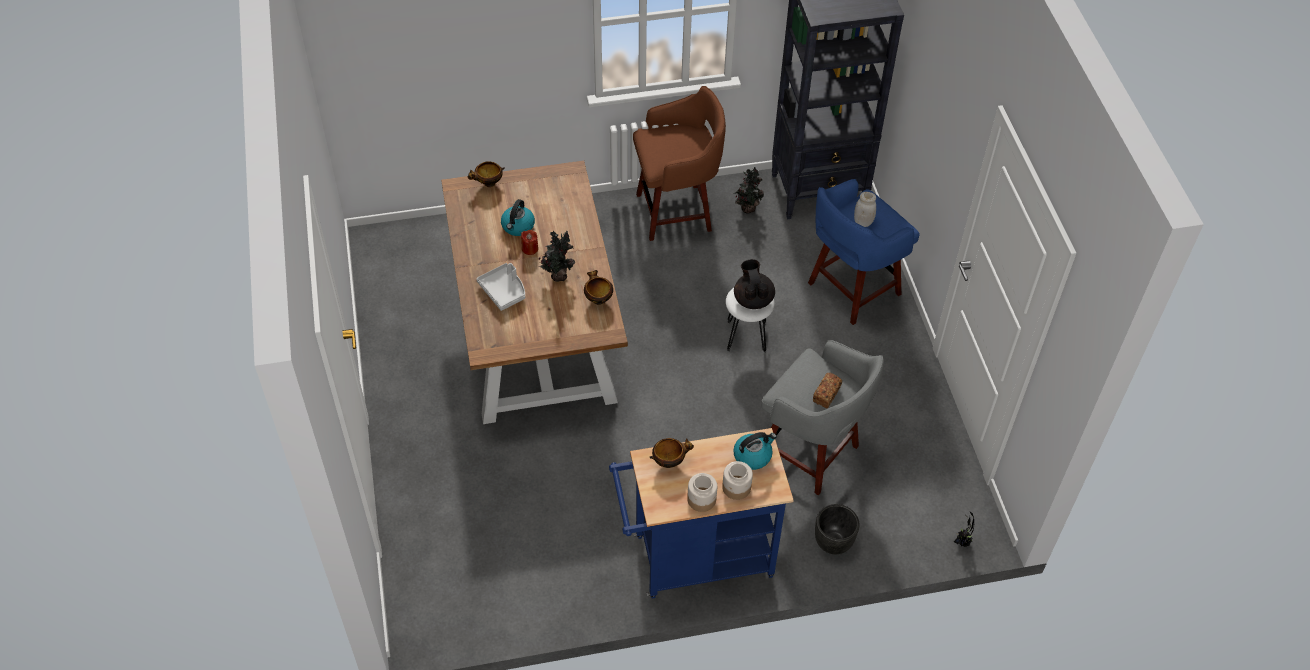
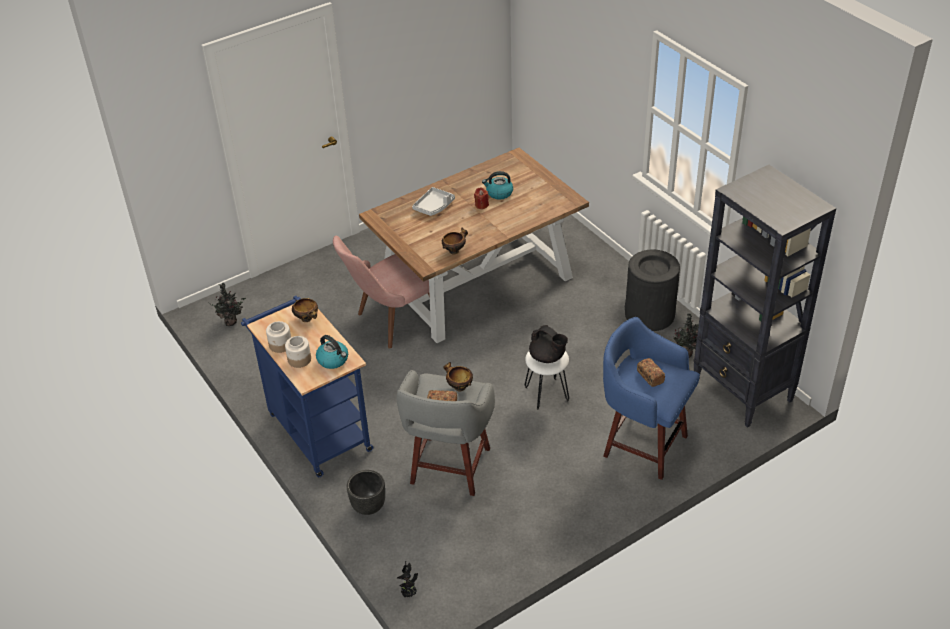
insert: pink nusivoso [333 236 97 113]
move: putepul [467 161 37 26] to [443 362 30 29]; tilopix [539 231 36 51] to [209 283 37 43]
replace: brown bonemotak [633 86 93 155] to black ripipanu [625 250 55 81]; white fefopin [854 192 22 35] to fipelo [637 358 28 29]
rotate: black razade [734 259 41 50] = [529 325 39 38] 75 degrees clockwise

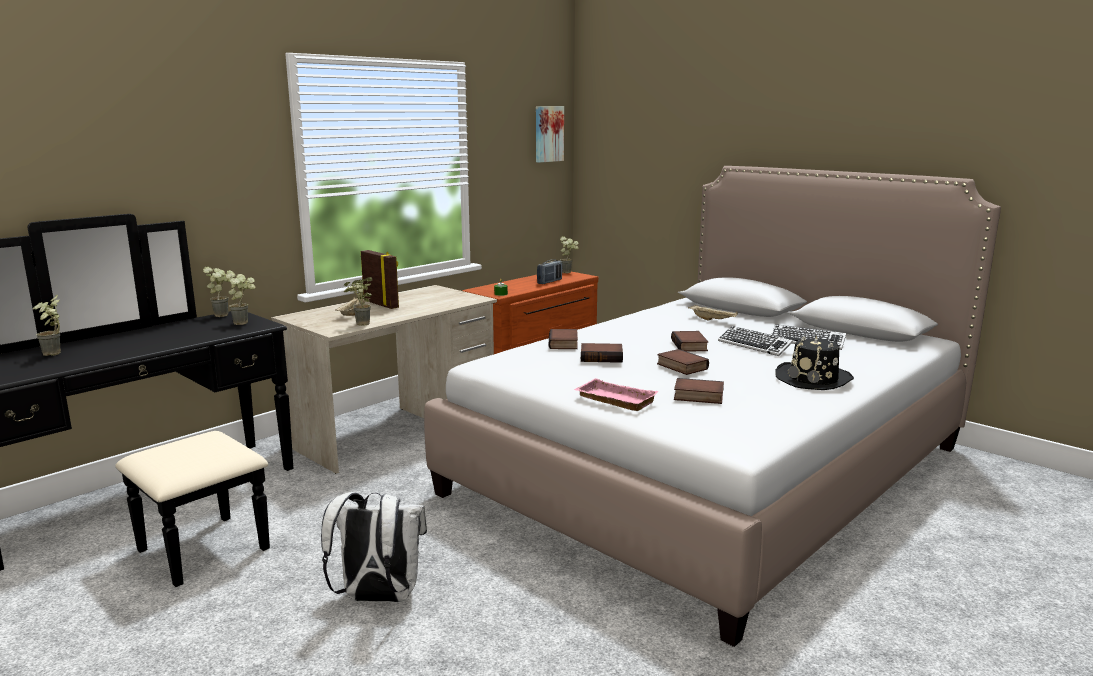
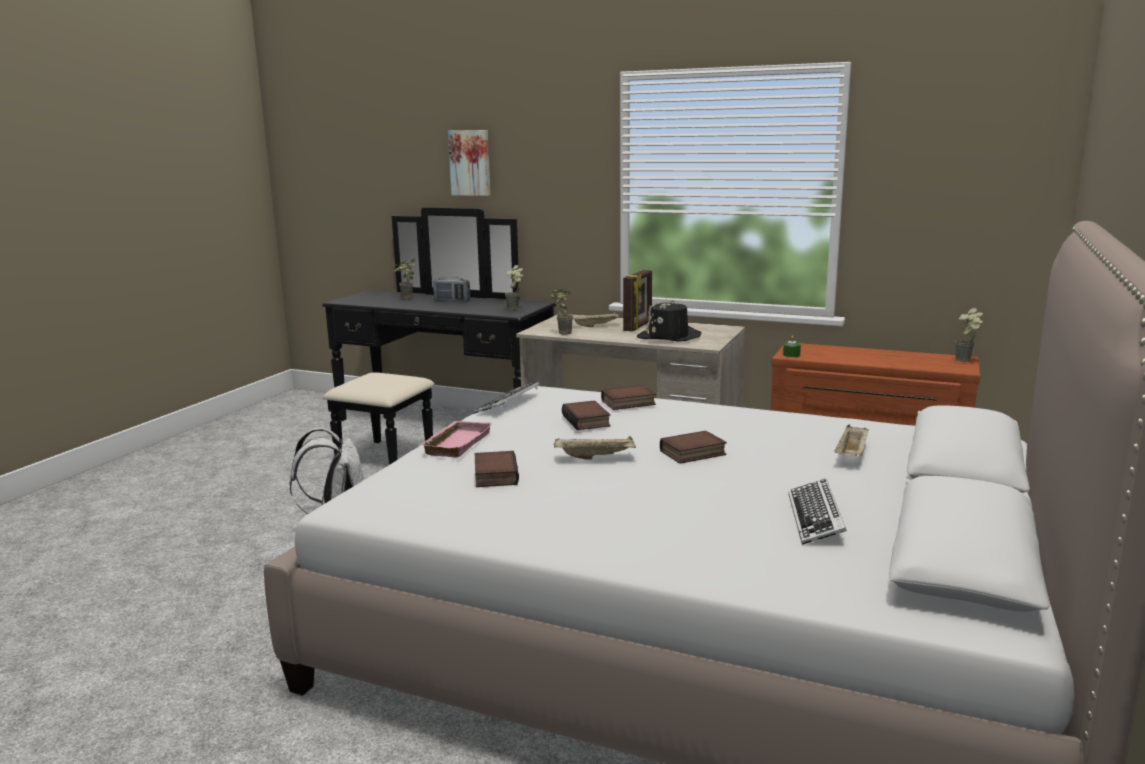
delete: tilopix [203 267 31 50]
move: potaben [536 106 28 57] to [448 130 43 66]; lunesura [537 259 25 25] to [433 277 37 25]; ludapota [718 326 75 30] to [473 382 67 32]; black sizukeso [775 336 79 54] to [637 298 64 44]
replace: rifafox [657 349 52 26] to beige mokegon [554 436 82 24]

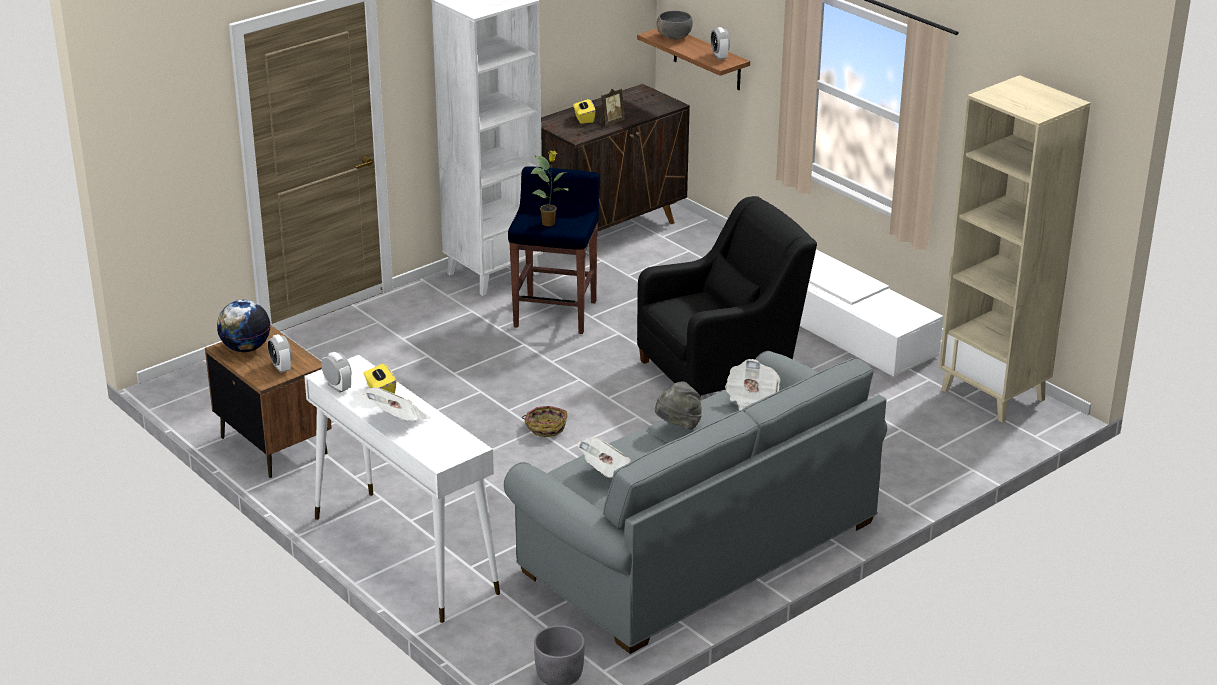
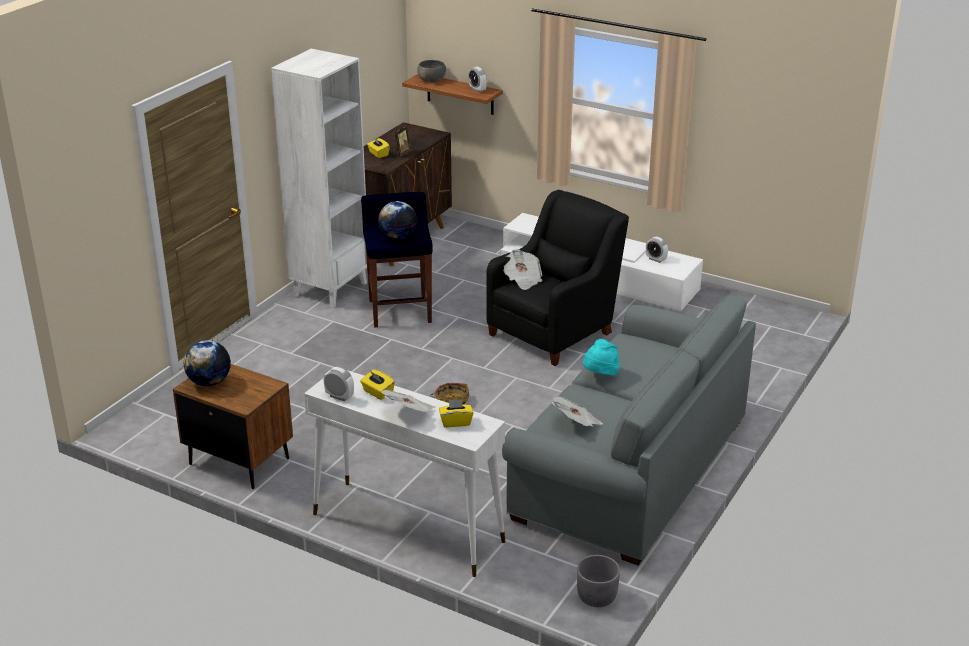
delete: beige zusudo [939 75 152 348]
insert: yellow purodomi [439 399 34 28]
move: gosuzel [267 334 25 39] to [646 237 22 26]; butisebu [725 359 55 52] to [504 249 38 41]
replace: tilopix [531 151 38 75] to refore [378 201 39 39]
recolor: grey sizukeso [655 381 47 49] to turquoise sizukeso [583 339 37 37]

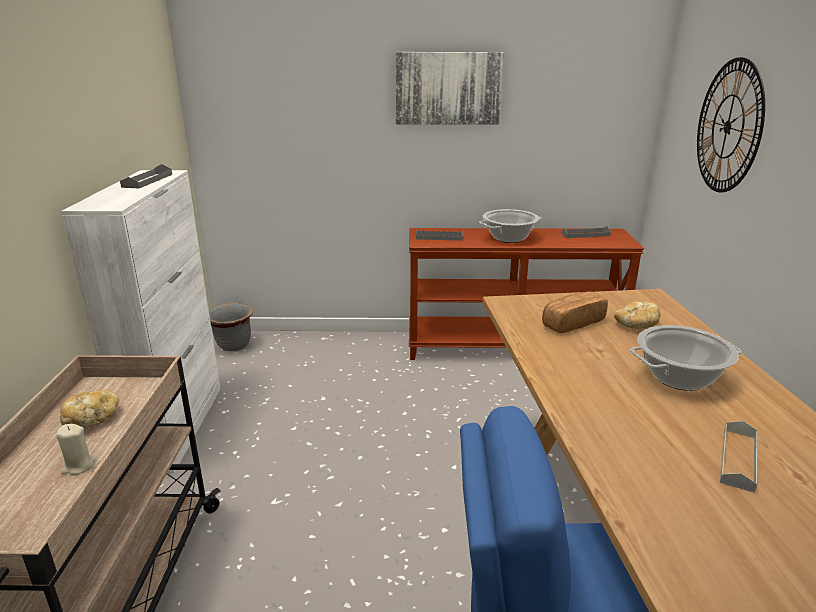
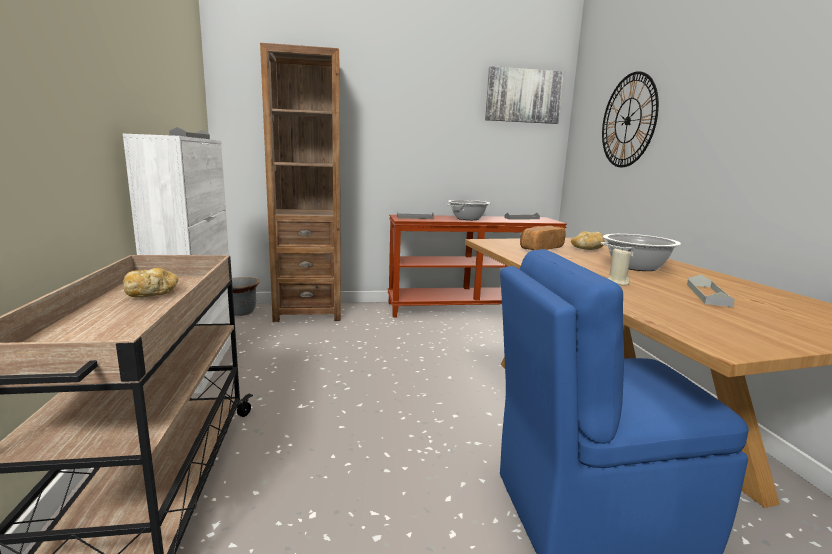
insert: brown zusudo [260 43 81 279]
move: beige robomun [56 424 39 51] to [608 247 23 38]; potaben [395 52 109 73] to [485 66 79 58]

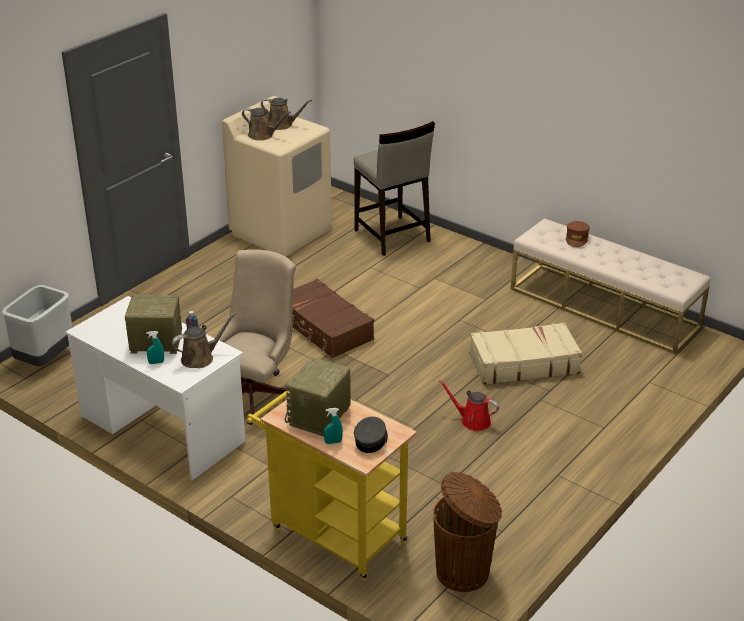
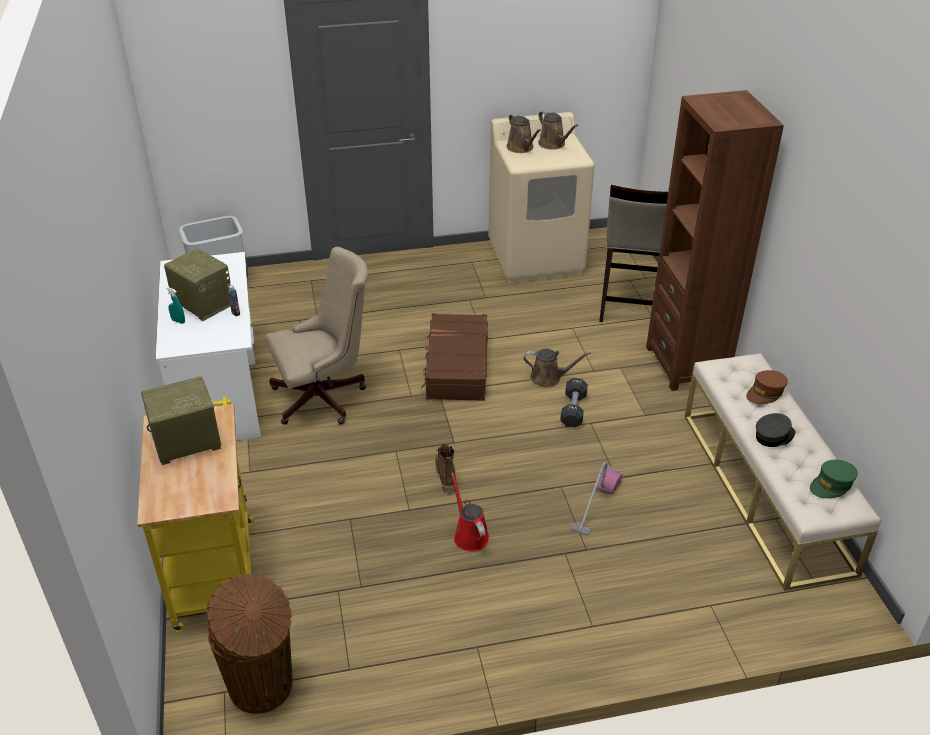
delete: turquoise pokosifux [324 408 19 36]
insert: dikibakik [435 444 22 50]; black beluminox [560 378 28 49]; brown zusudo [646 90 138 301]; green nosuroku [810 460 48 38]
move: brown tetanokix [172 313 64 55] to [524 349 67 39]; grey nosuroku [354 416 34 37] to [756 413 39 34]
replace: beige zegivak [470 323 112 62] to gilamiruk [571 462 52 74]

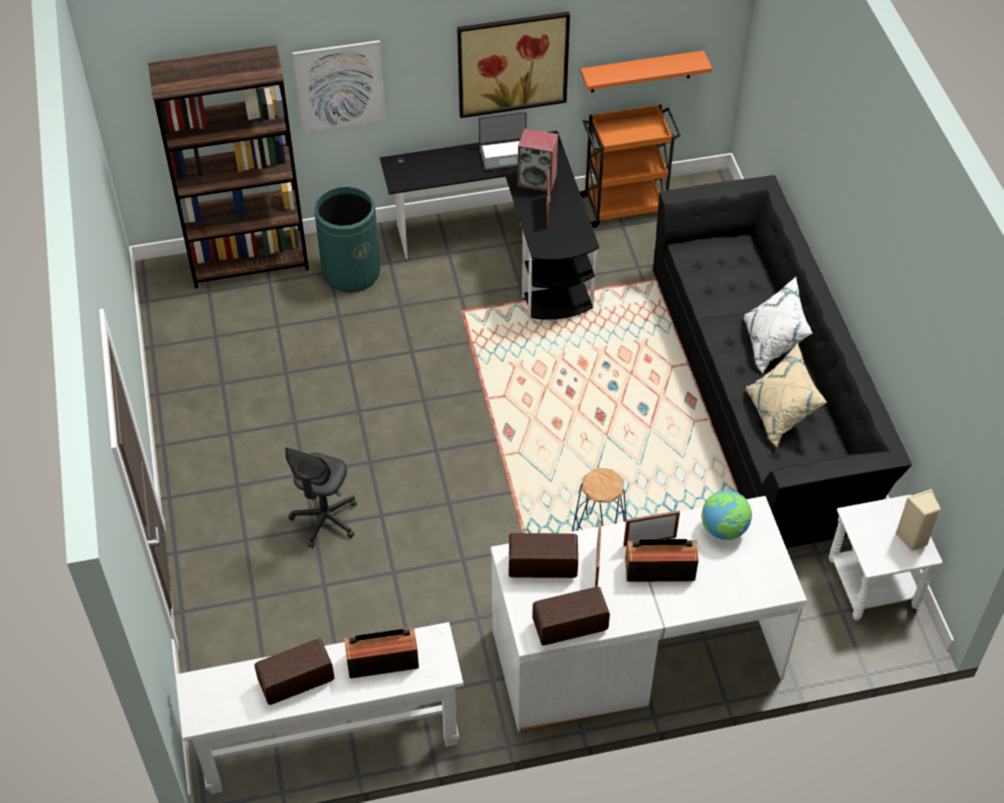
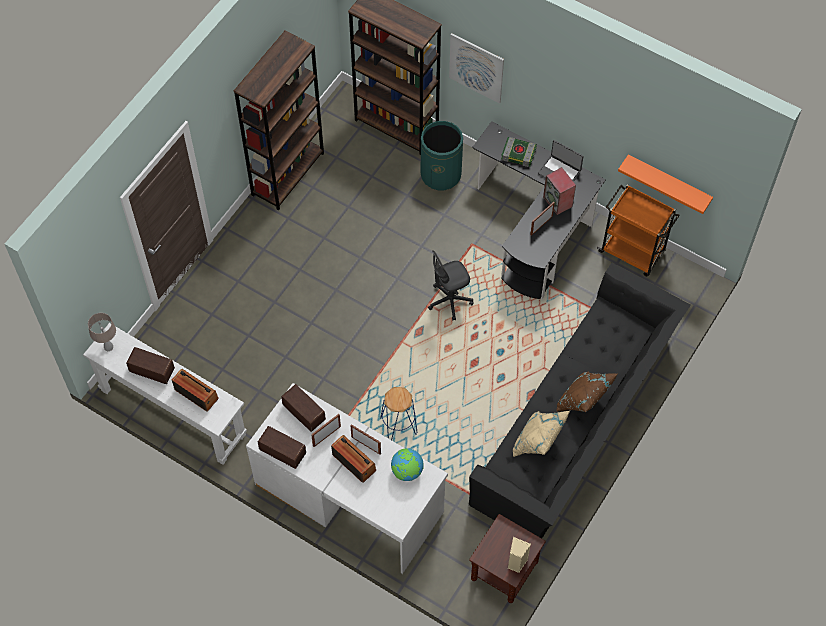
delete: potaben [457 11 113 107]
insert: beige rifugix [88 313 28 38]; brown zusudo [234 31 90 179]; rifafox [501 137 36 30]
move: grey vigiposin [285 447 72 101] to [428 250 46 70]
recolor: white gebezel [744 277 69 96] to brown gebezel [556 372 61 40]; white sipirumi [829 495 114 126] to brown sipirumi [469 514 77 89]

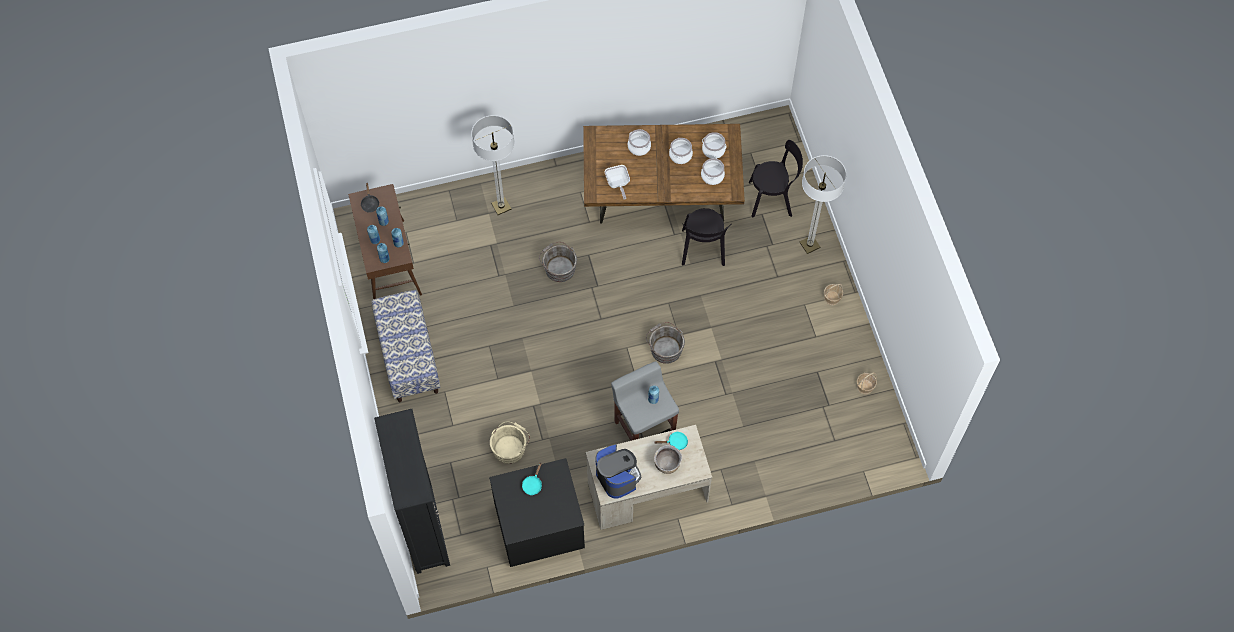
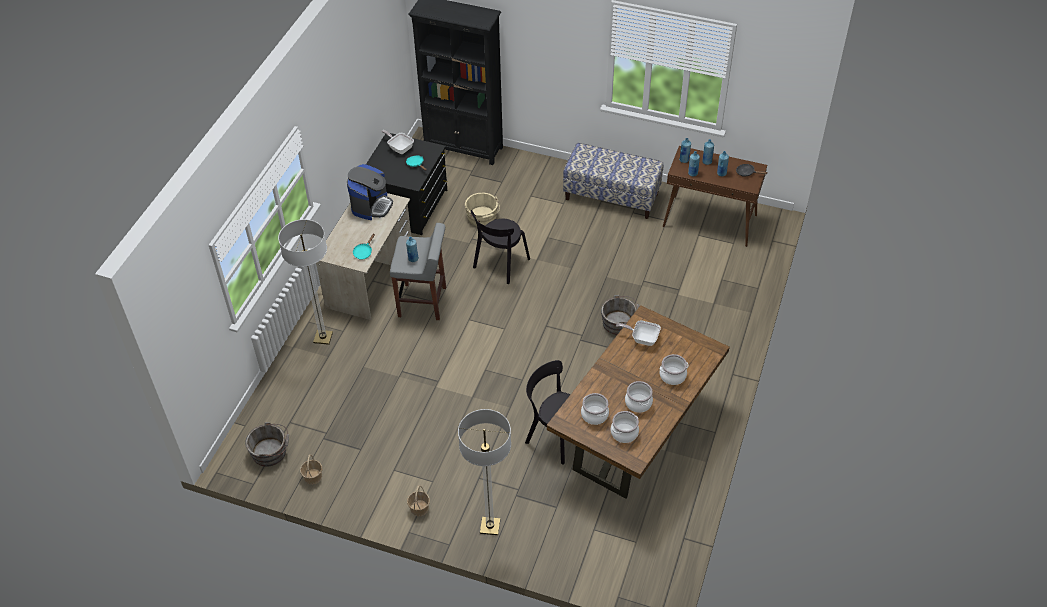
delete: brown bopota [654 445 28 29]
insert: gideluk [381 130 33 24]
move: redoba [471 115 44 100] to [278 219 55 126]; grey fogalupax [646 322 39 42] to [245 422 44 45]; black nusivoso [749 140 54 78] to [471 210 59 74]
rotate: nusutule [596 444 45 54] = [347 164 46 56] 75 degrees counterclockwise

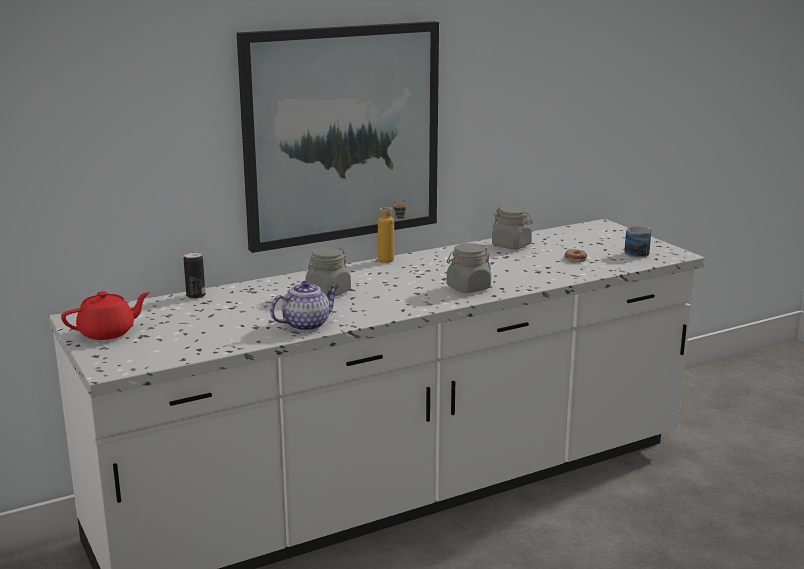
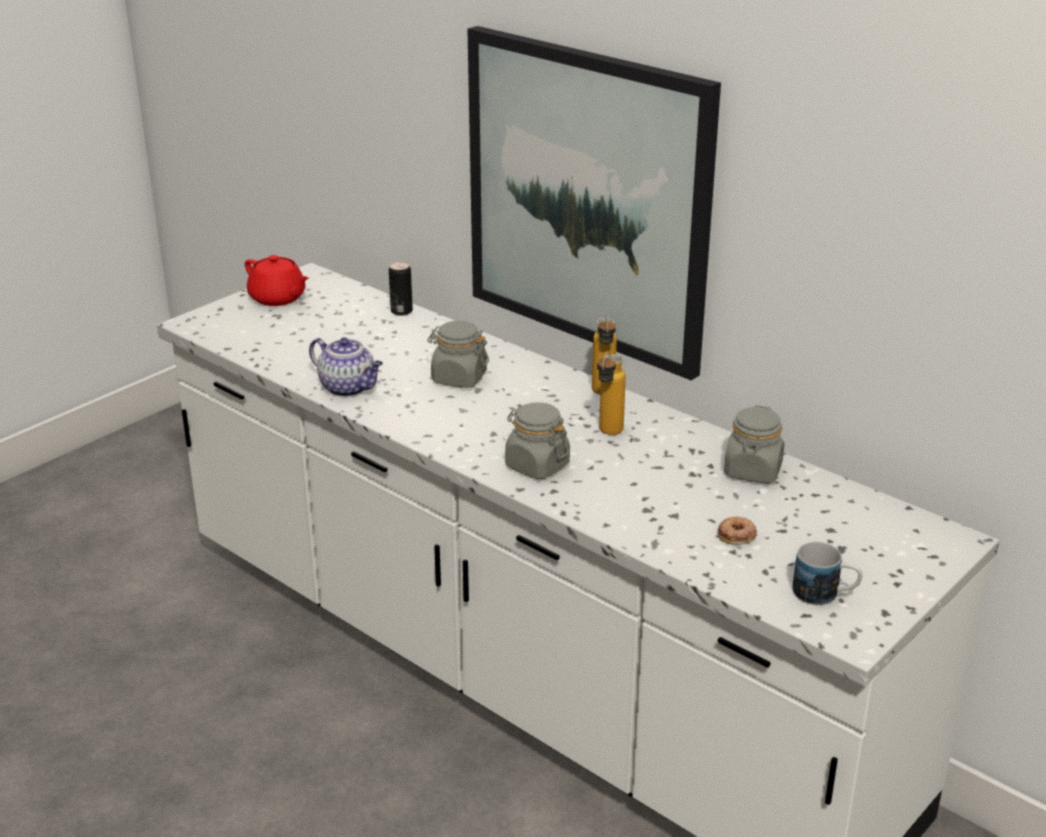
insert: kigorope [597 351 29 84]

